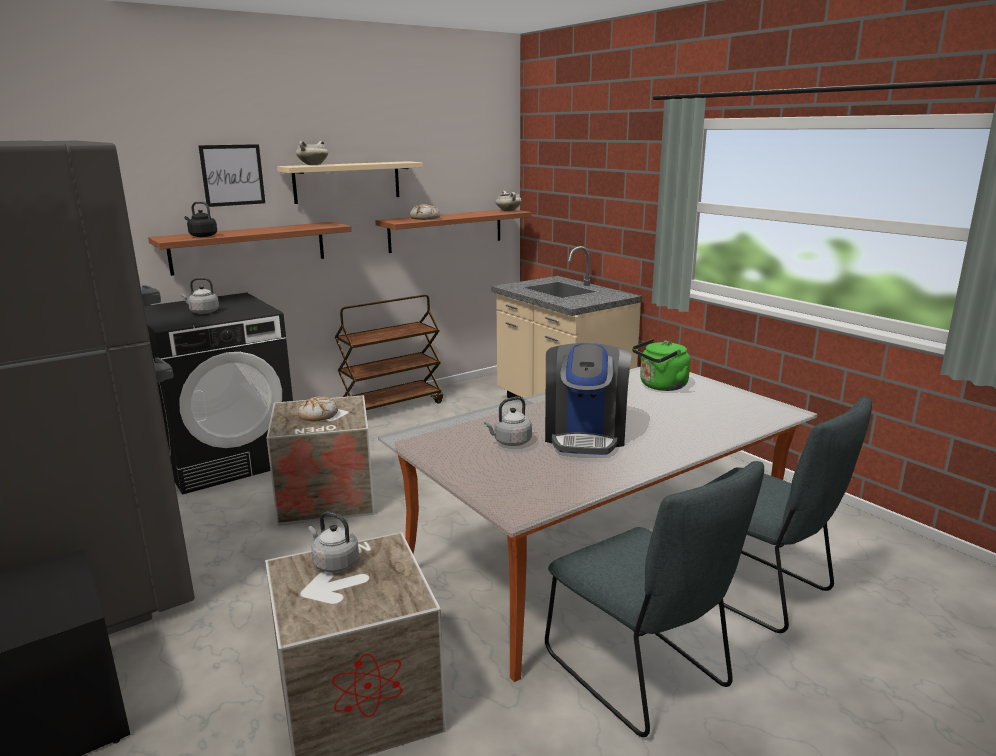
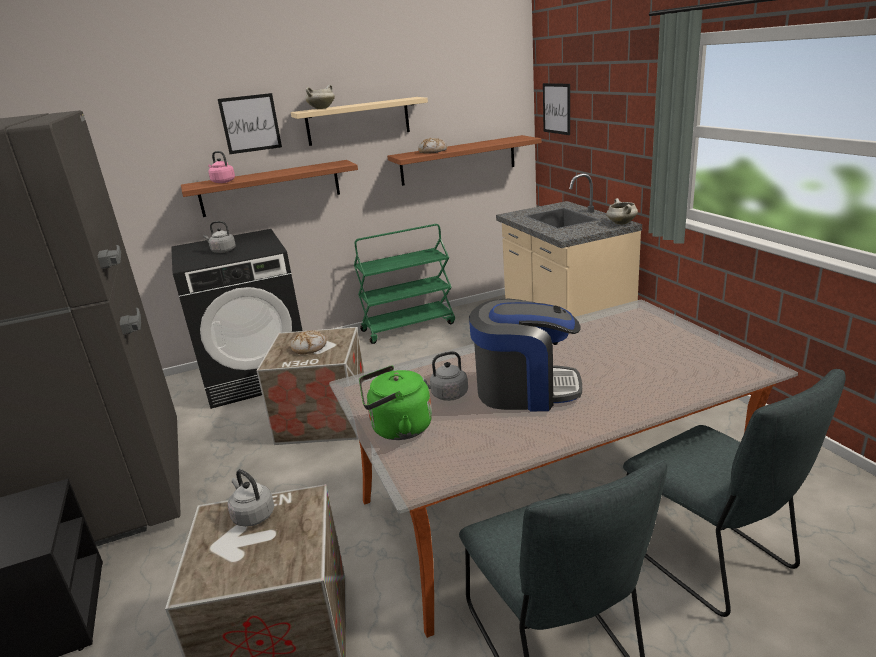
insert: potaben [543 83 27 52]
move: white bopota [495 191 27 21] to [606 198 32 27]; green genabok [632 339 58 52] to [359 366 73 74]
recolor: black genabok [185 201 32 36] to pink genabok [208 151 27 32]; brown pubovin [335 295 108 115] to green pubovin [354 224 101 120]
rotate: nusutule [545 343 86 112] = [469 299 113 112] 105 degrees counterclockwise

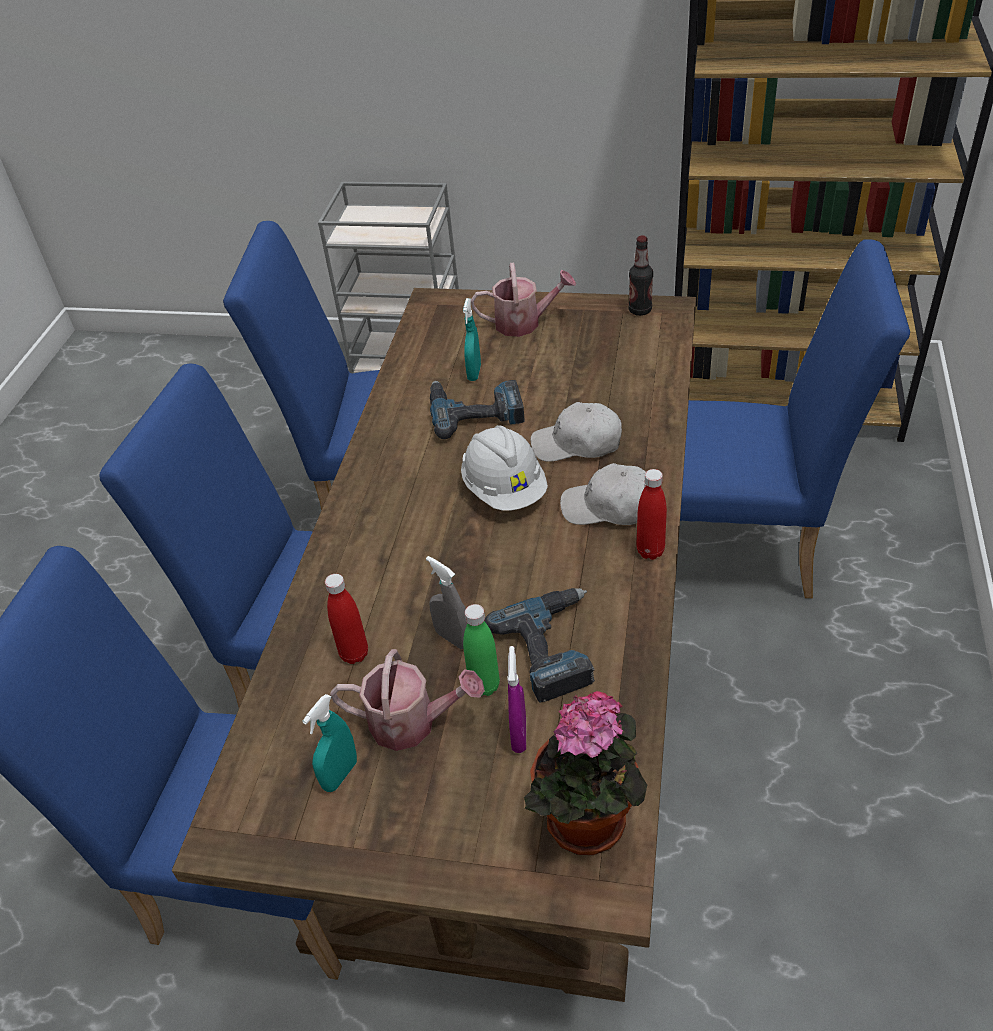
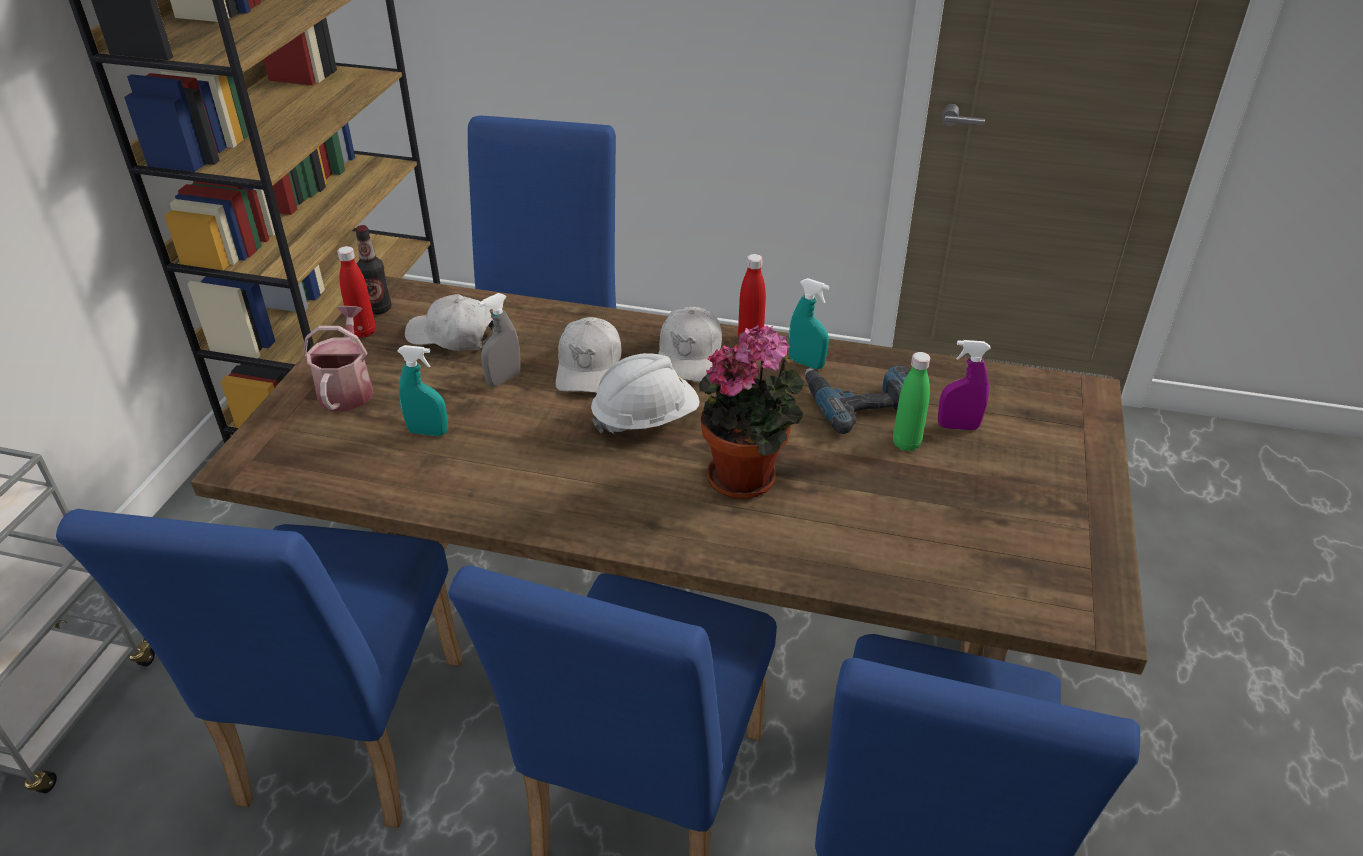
delete: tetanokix [330 649 155 102]; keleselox [430 380 95 59]
insert: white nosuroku [405 294 89 57]
move: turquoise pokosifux [302 694 55 98] to [789 278 40 91]; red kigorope [325 574 43 90] to [337 246 38 92]; grey pokosifux [426 556 41 93] to [478 293 43 93]; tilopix [524 691 123 164] to [699 325 106 174]

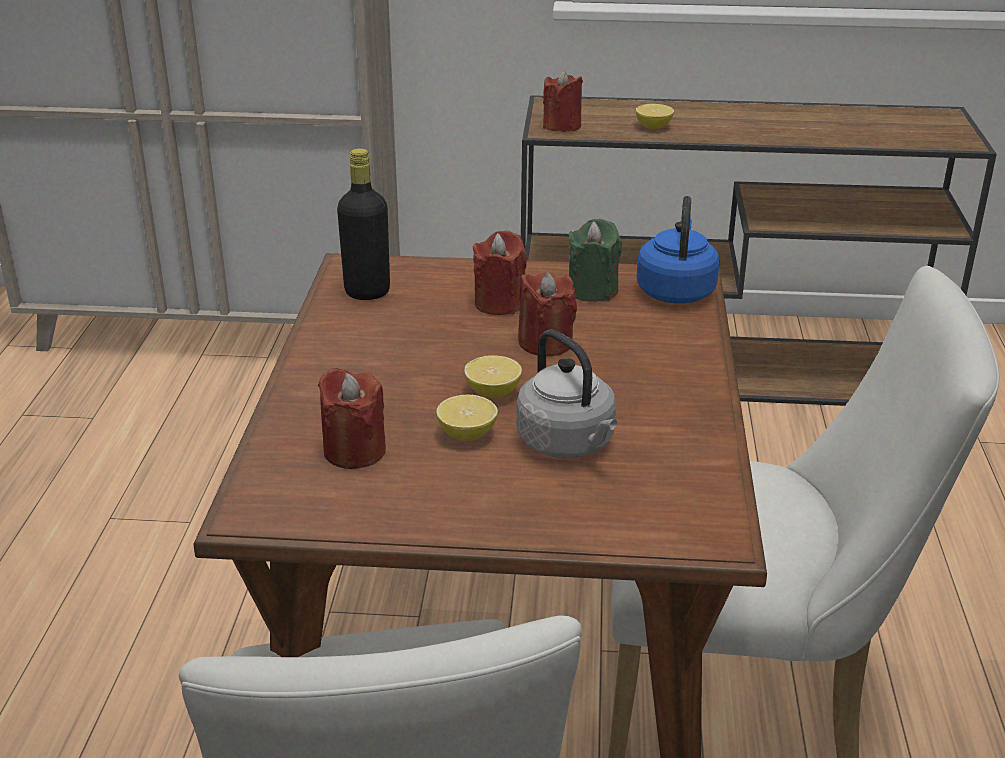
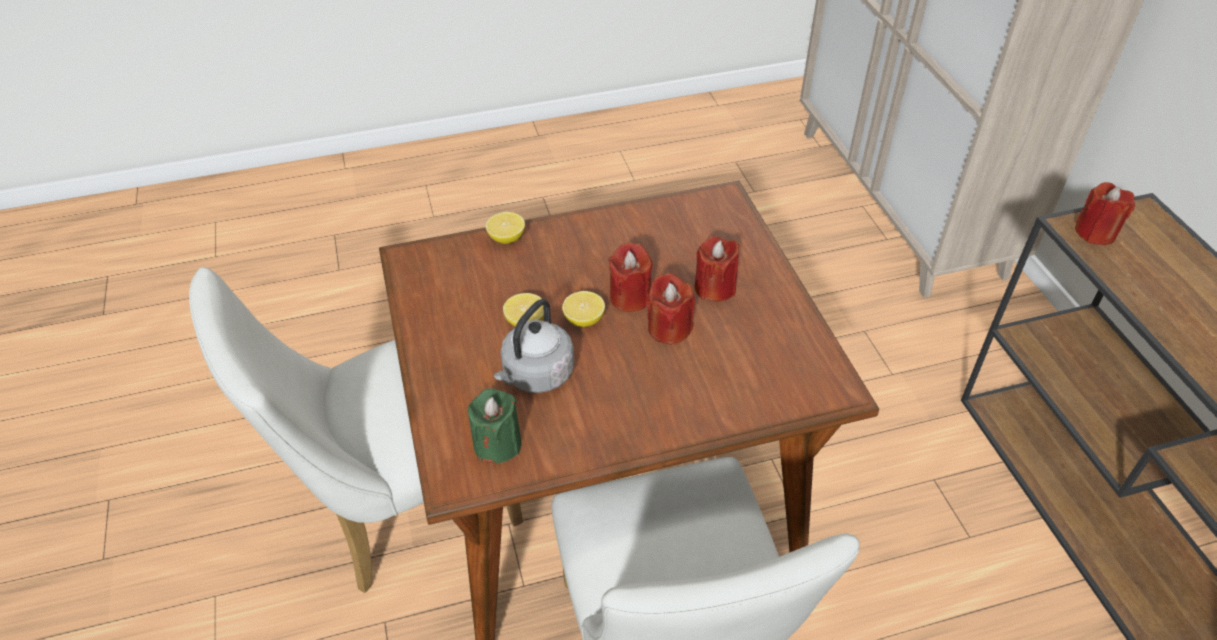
delete: black kigorope [337 148 53 152]; blue genabok [637 196 83 108]
move: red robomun [318 368 68 101] to [608 242 45 70]; green robomun [569 219 53 83] to [468 388 54 75]; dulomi [636 104 38 25] to [486 212 39 32]

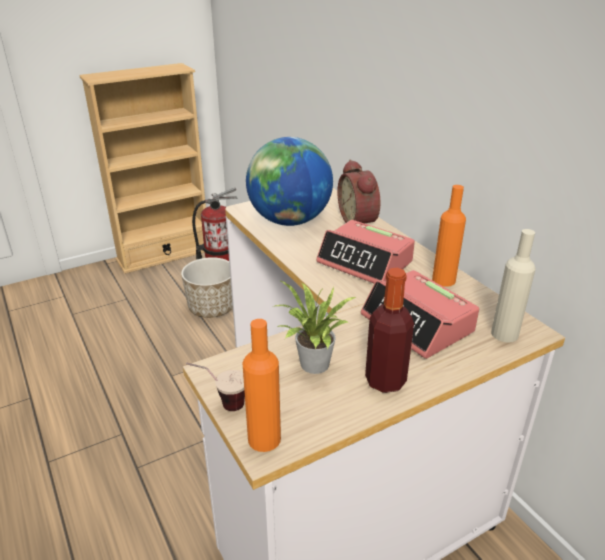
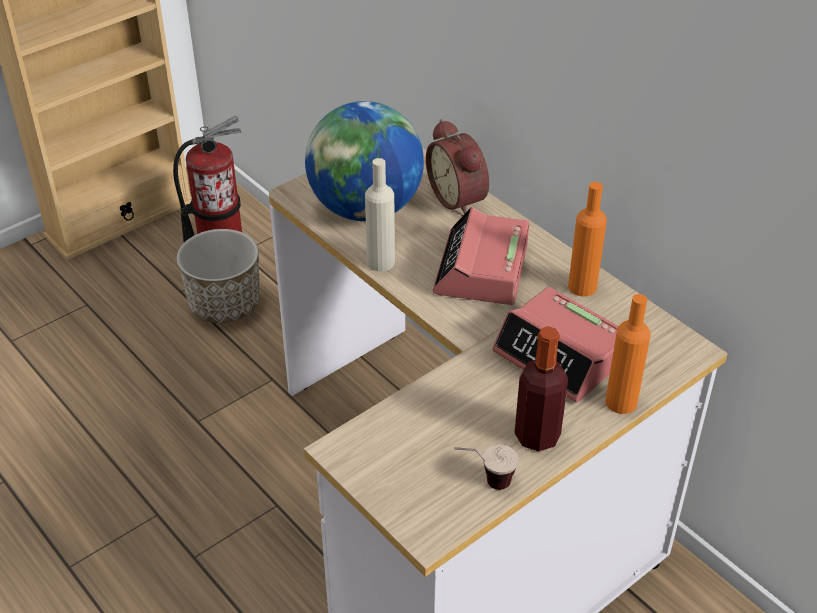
delete: tilopix [272 280 84 94]
move: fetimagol [186 362 59 49] to [454 445 65 45]; orange kigorope [242 319 39 133] to [605 294 46 120]; beige kigorope [491 229 45 113] to [365 158 30 114]
rotate: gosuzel [316 220 99 64] = [433 207 96 98] 75 degrees clockwise

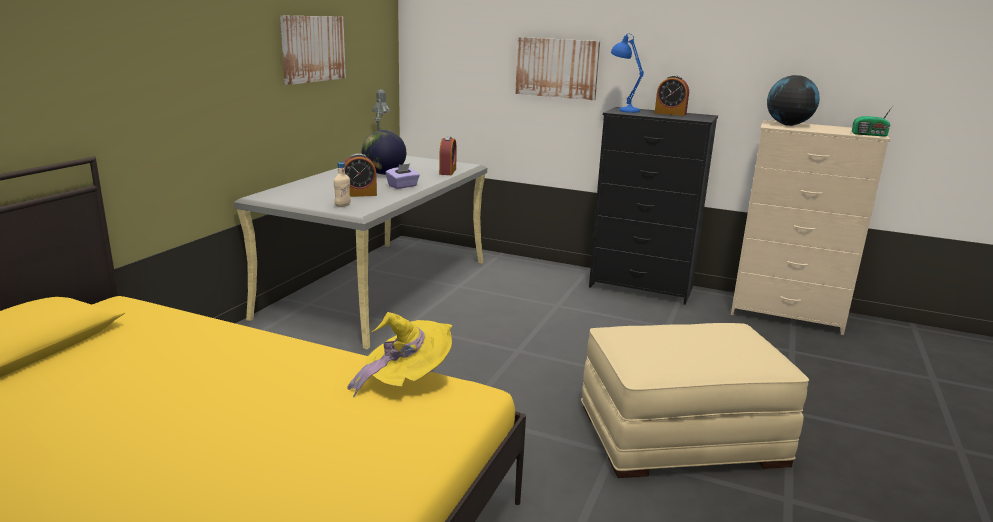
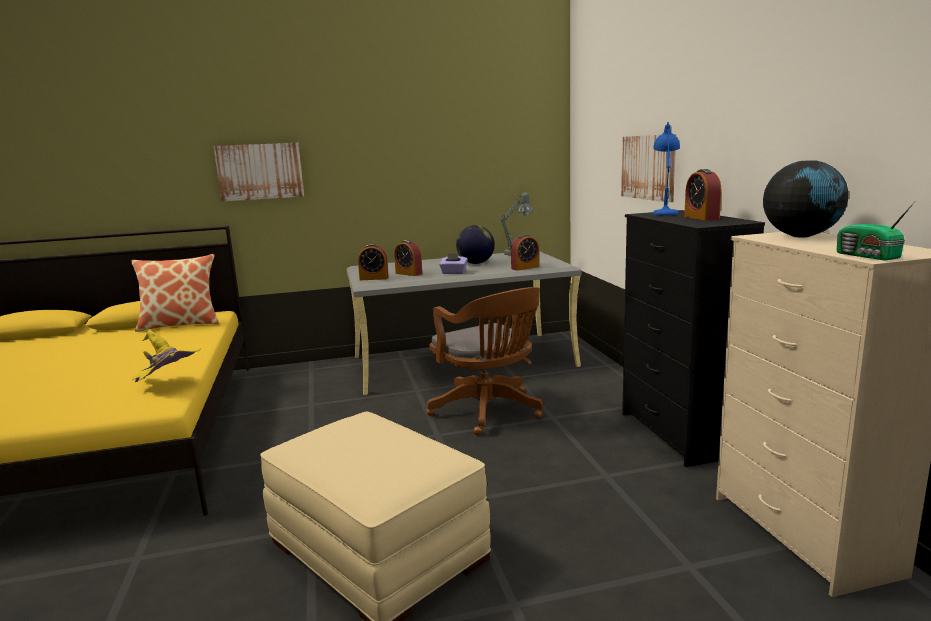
insert: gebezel [131 254 88 78]; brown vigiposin [426 287 117 148]
move: potaben [280 15 66 70] to [214 143 90 58]
replace: beige kigorope [334 162 17 45] to gosuzel [358 244 31 36]

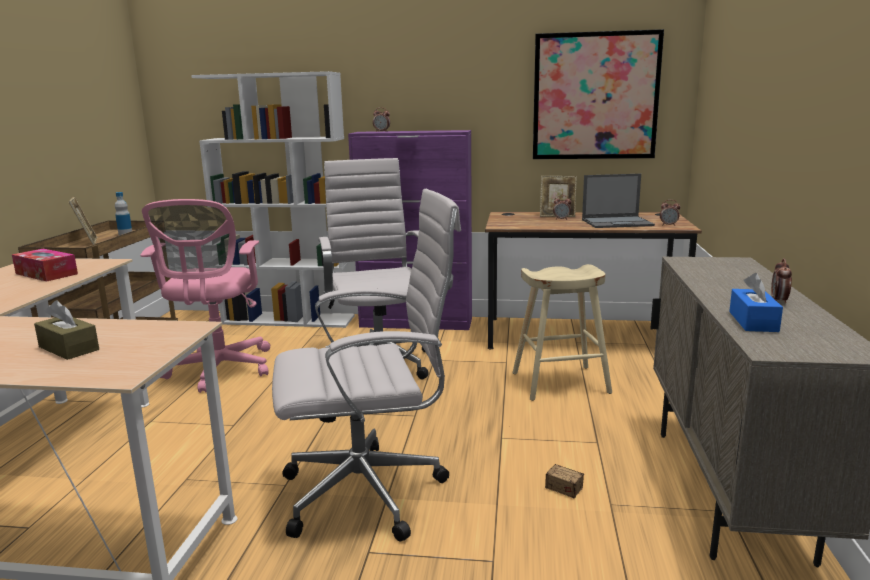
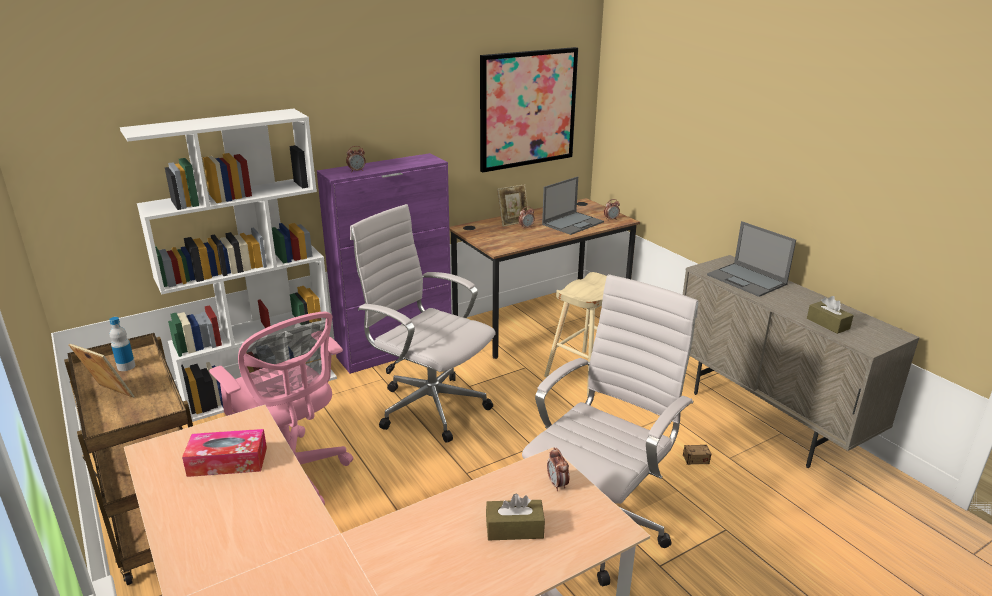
insert: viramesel [707 221 89 76]
move: gosuzel [771 258 21 45] to [547 447 22 44]
recolor: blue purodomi [729 273 54 59] to brown purodomi [807 296 47 38]

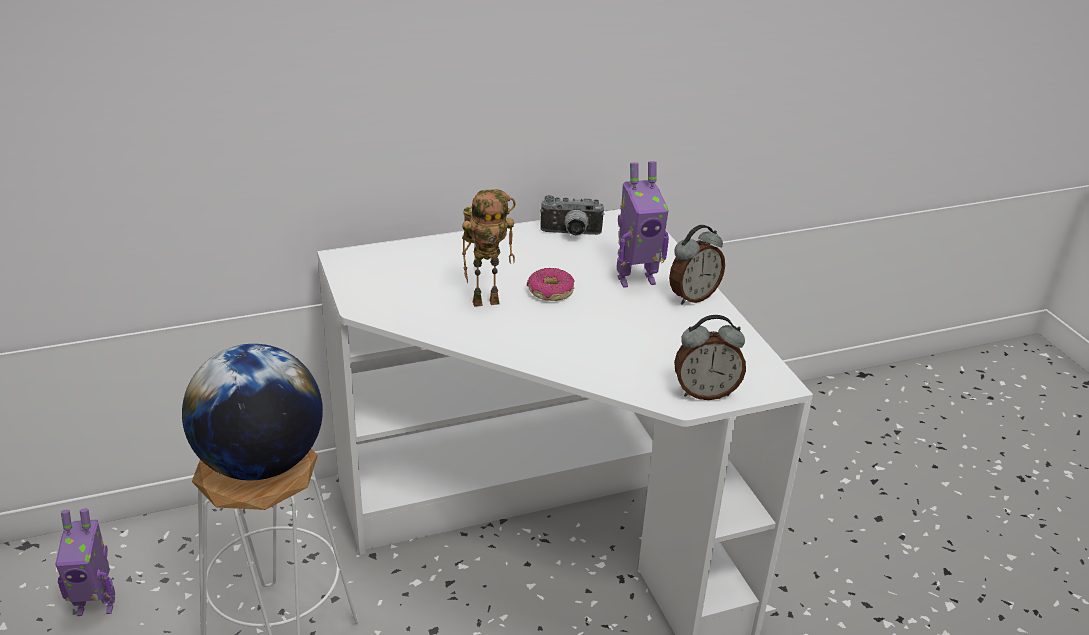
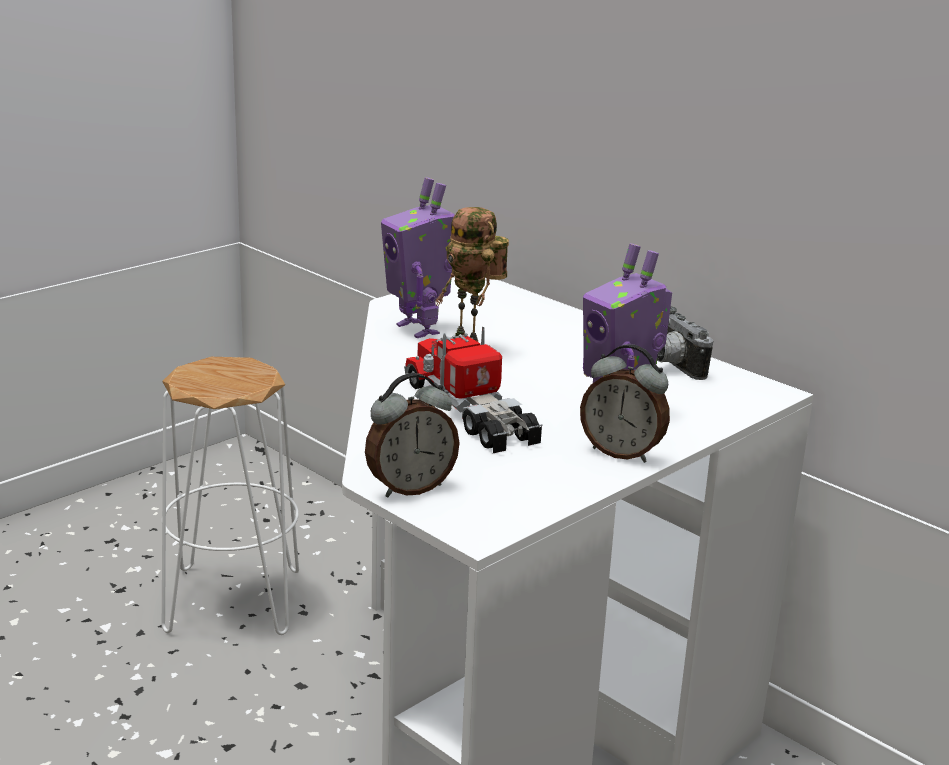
delete: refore [182 344 141 136]; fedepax [527 268 48 33]
insert: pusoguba [404 326 138 127]
move: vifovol [55 508 60 108] to [381 177 74 161]
rotate: gosuzel [674 315 72 85] = [365 373 95 124] 90 degrees counterclockwise

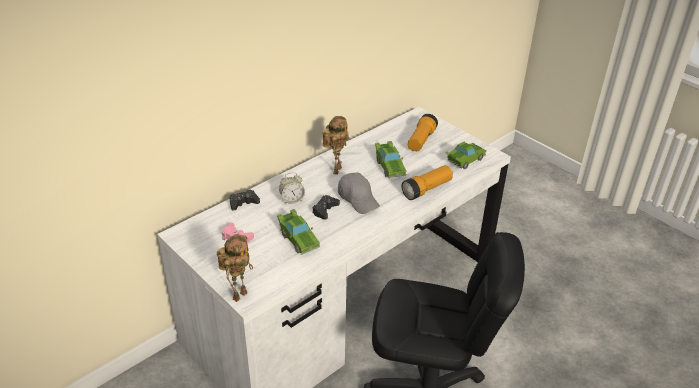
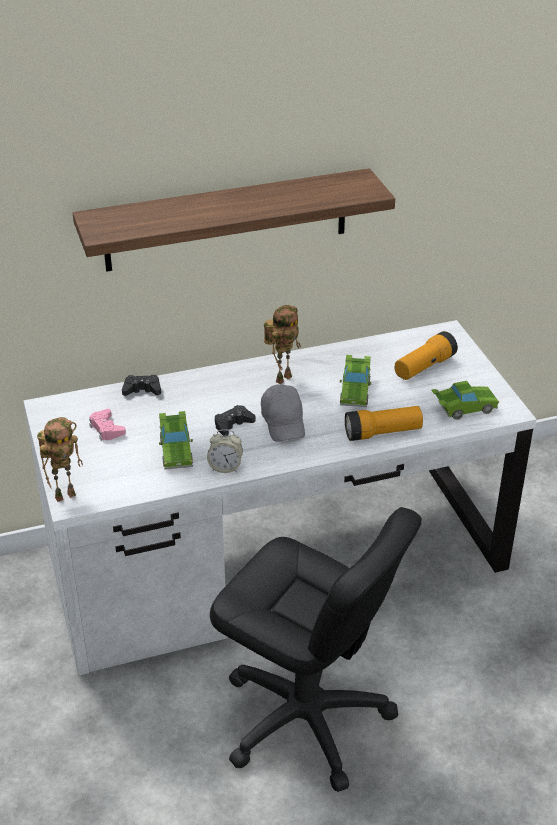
insert: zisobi [73 168 322 104]
move: gosuzel [279 173 26 31] to [207 429 36 44]

